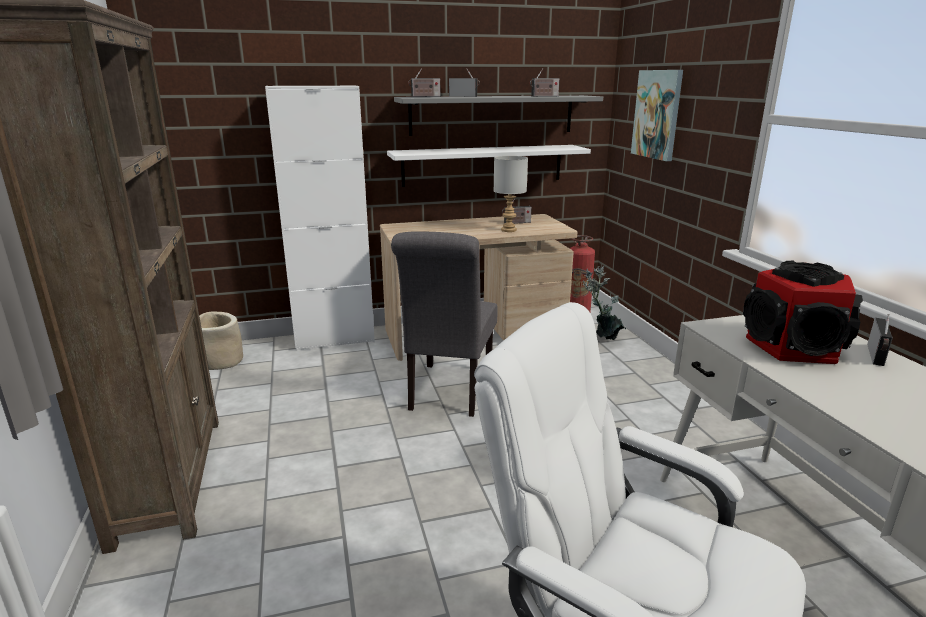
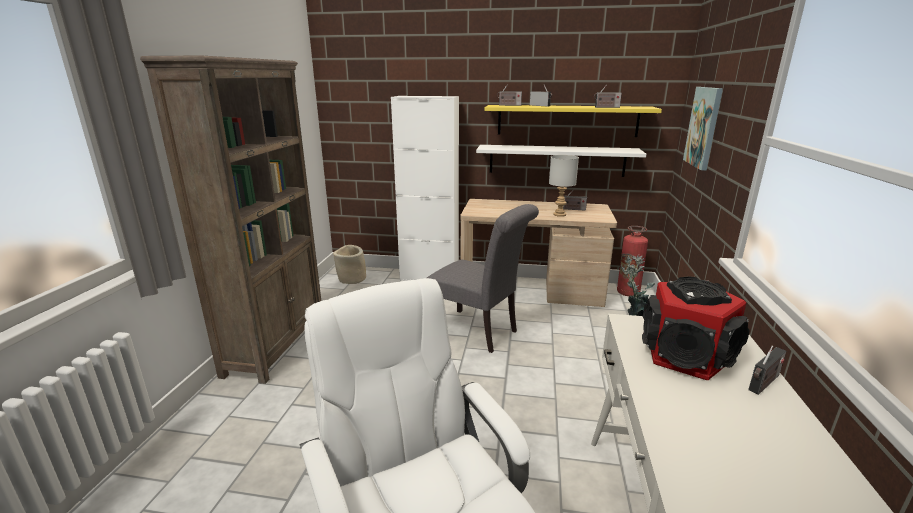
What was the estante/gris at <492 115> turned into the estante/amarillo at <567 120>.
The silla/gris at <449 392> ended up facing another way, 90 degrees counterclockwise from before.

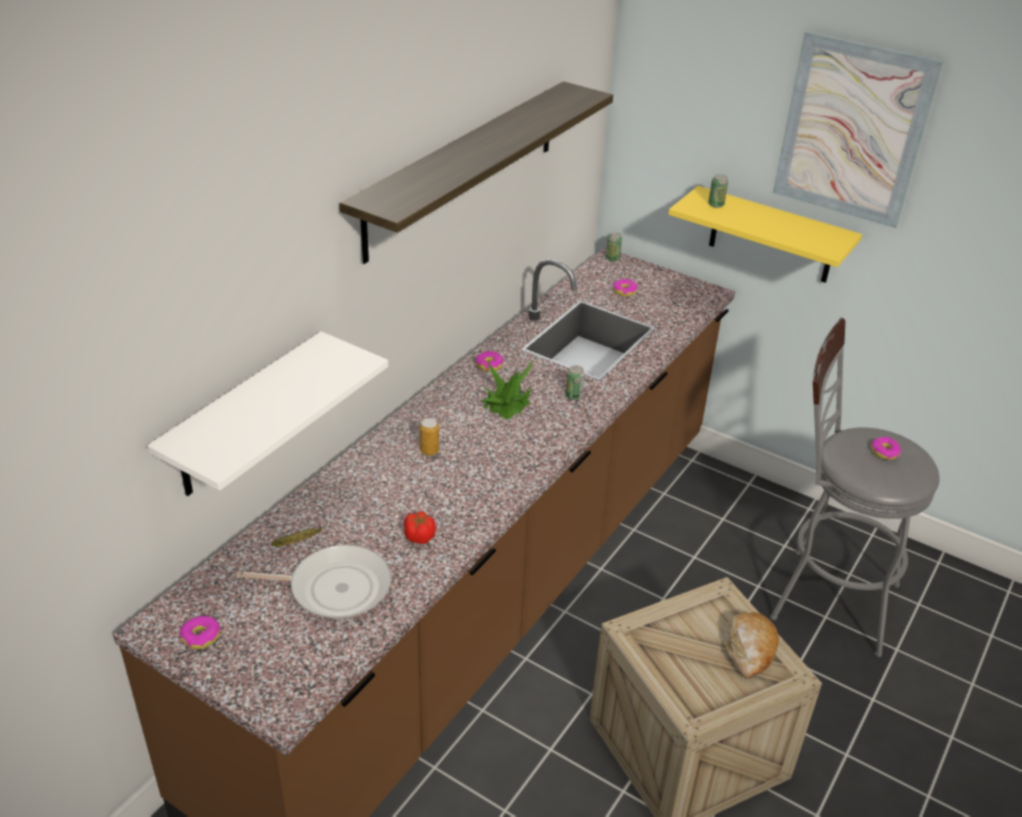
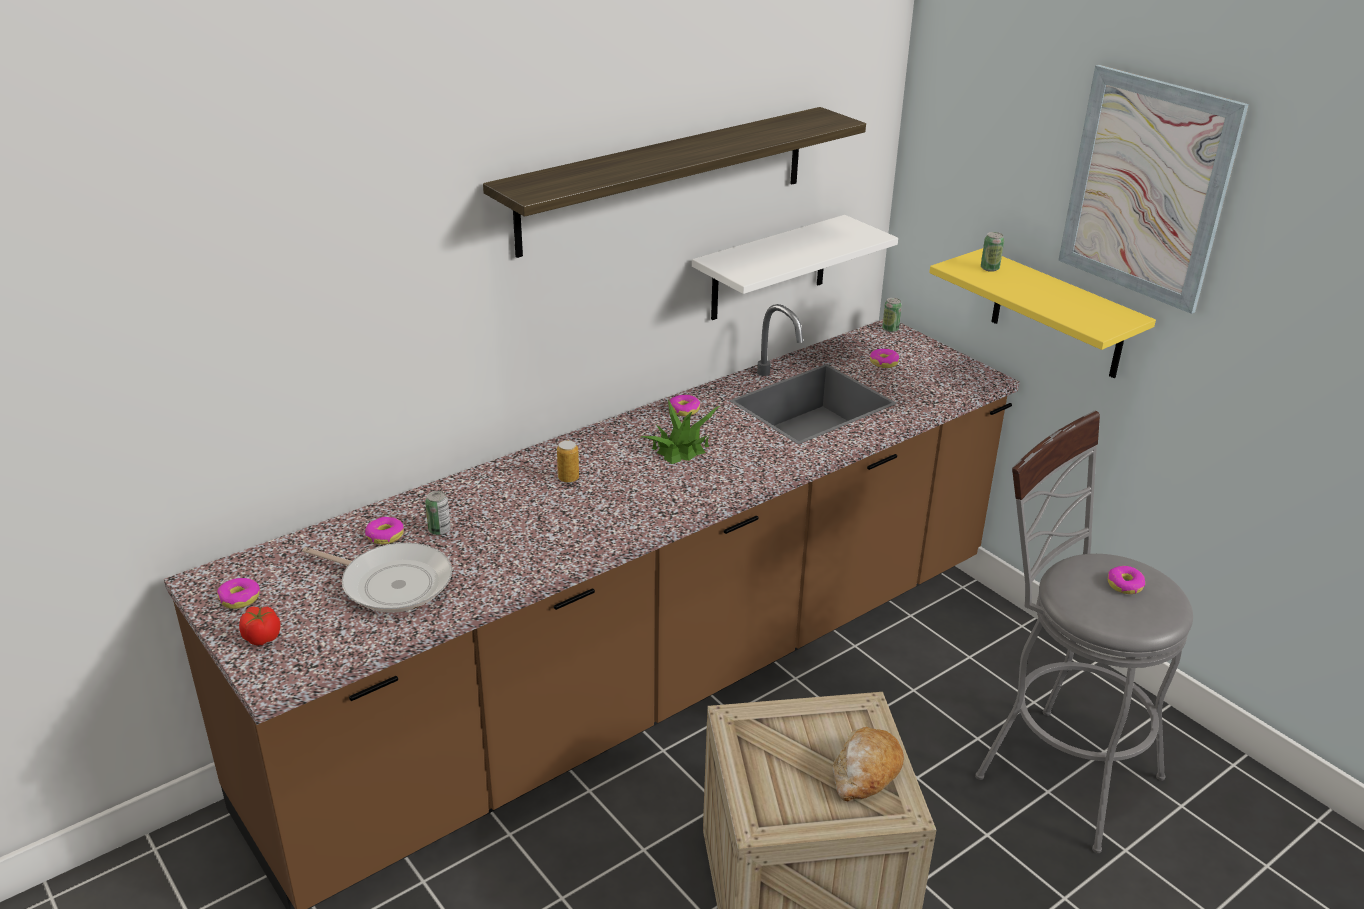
The estante/blanco ended up elsewhere, having gone from <245 417> to <769 268>.
The tomate ended up elsewhere, having gone from <419 536> to <262 637>.
The lata ended up elsewhere, having gone from <573 396> to <439 530>.
Where the plátano stood at <299 542>, the rosquilla came to stand at <385 535>.

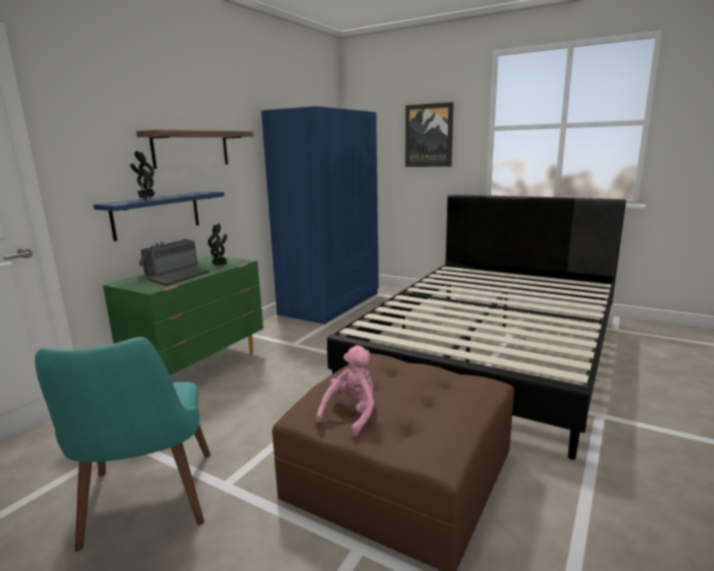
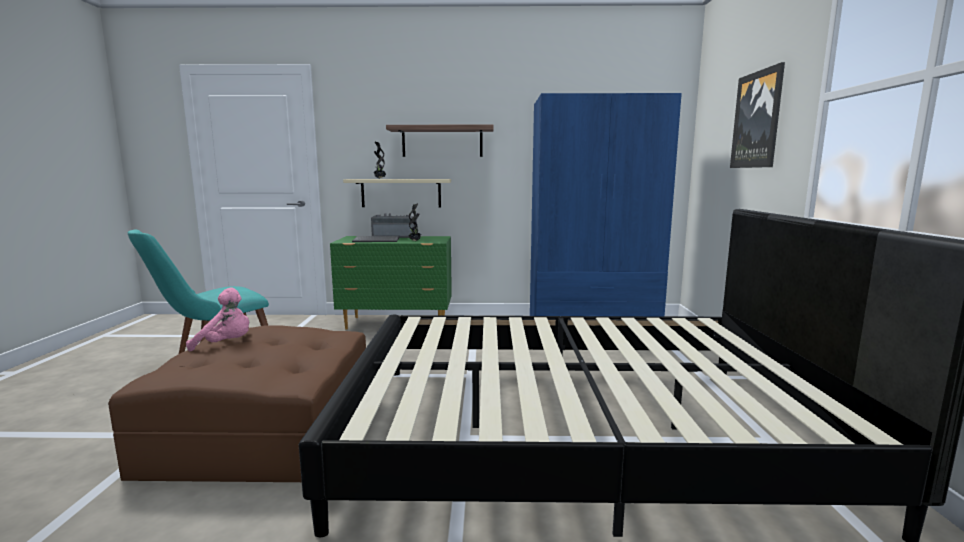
What was the estante/azul at <157 214> turned into the estante/beis at <401 193>.

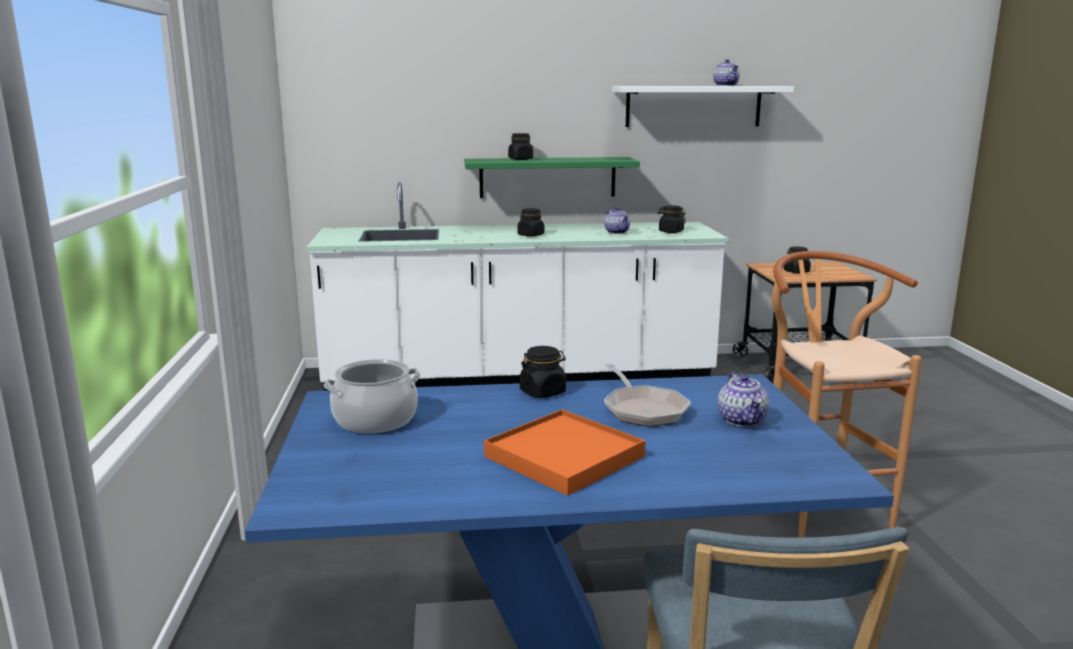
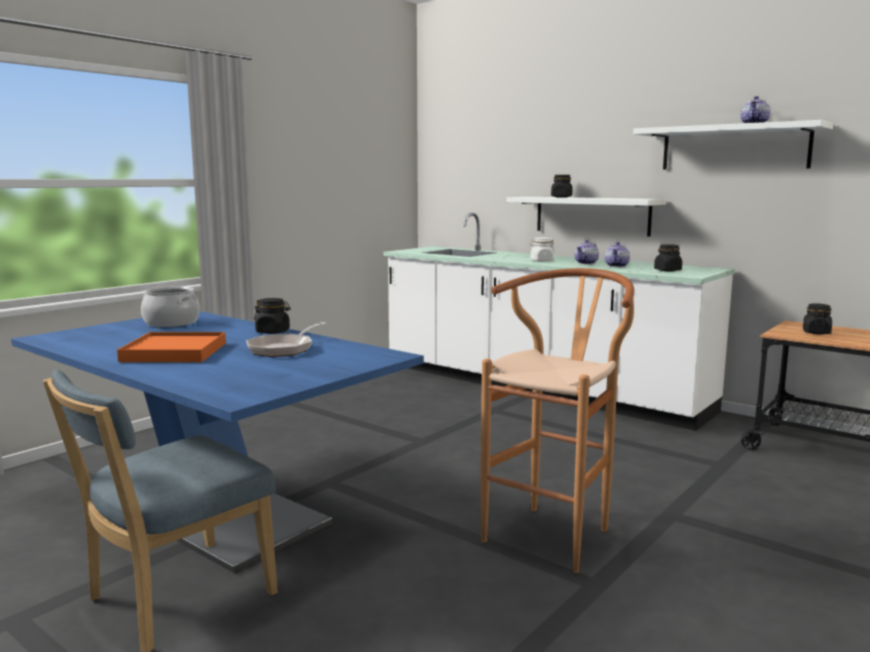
The tetera ended up elsewhere, having gone from <742 420> to <586 263>.
What was the estante/verde at <547 177> turned into the estante/blanco at <592 215>.
What was the tarro/negro at <530 235> turned into the tarro/blanco at <541 261>.

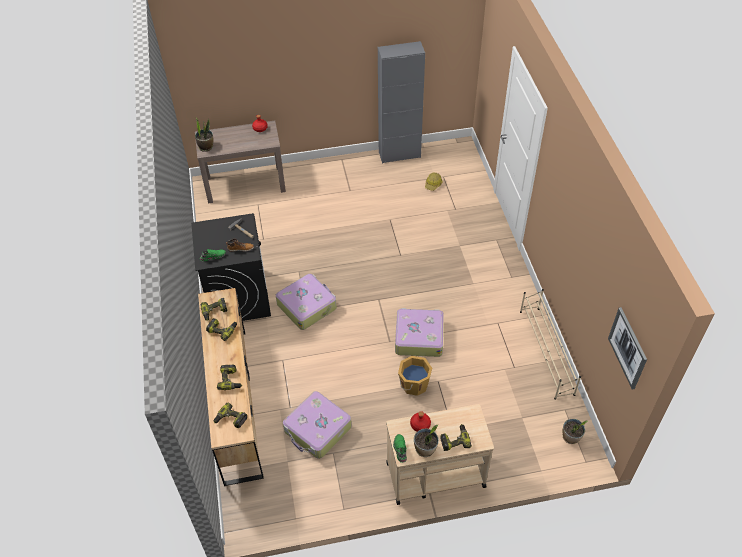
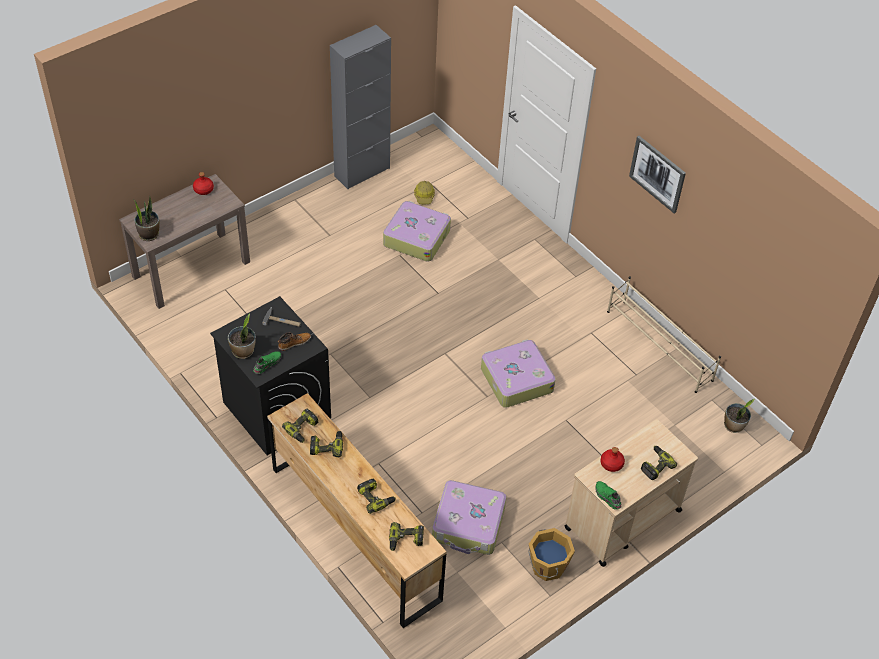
The maleta ended up elsewhere, having gone from <307 306> to <416 237>.
The cubo/naranja ended up elsewhere, having gone from <413 384> to <547 566>.
The planta en maceta ended up elsewhere, having gone from <425 449> to <243 351>.
The cuadro ended up elsewhere, having gone from <628 348> to <657 174>.

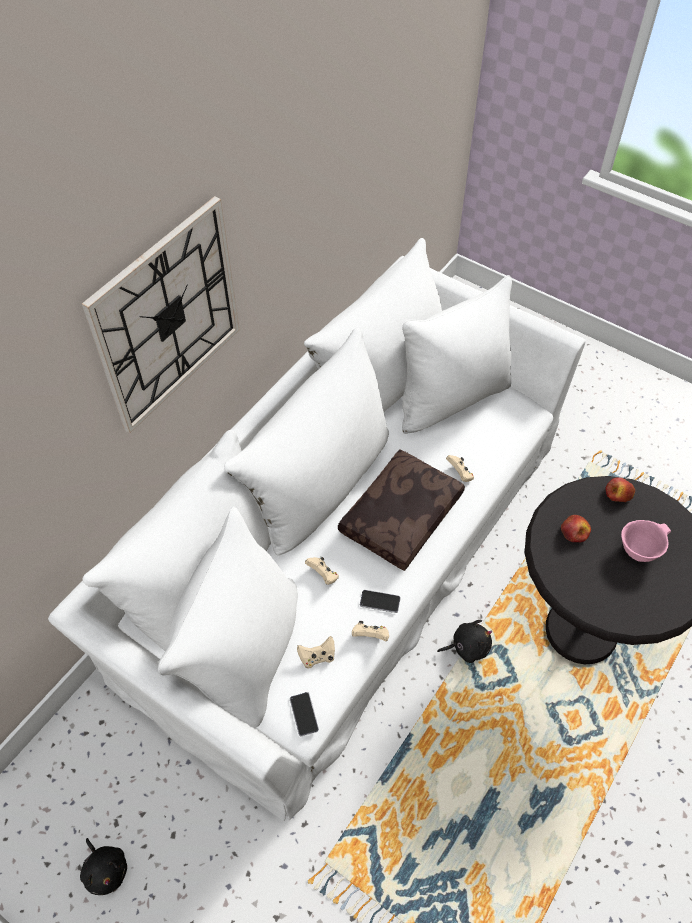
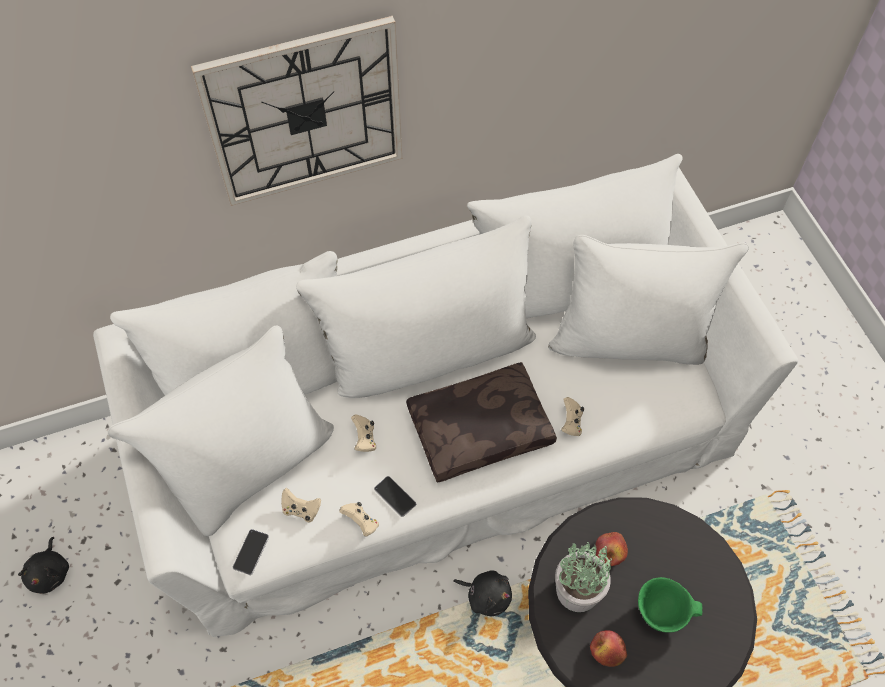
The second view gained the planta en maceta at <578 589>.
The manzana ended up elsewhere, having gone from <618 494> to <607 651>.
What was the cuenco/rosa at <638 550> turned into the cuenco/verde at <661 612>.

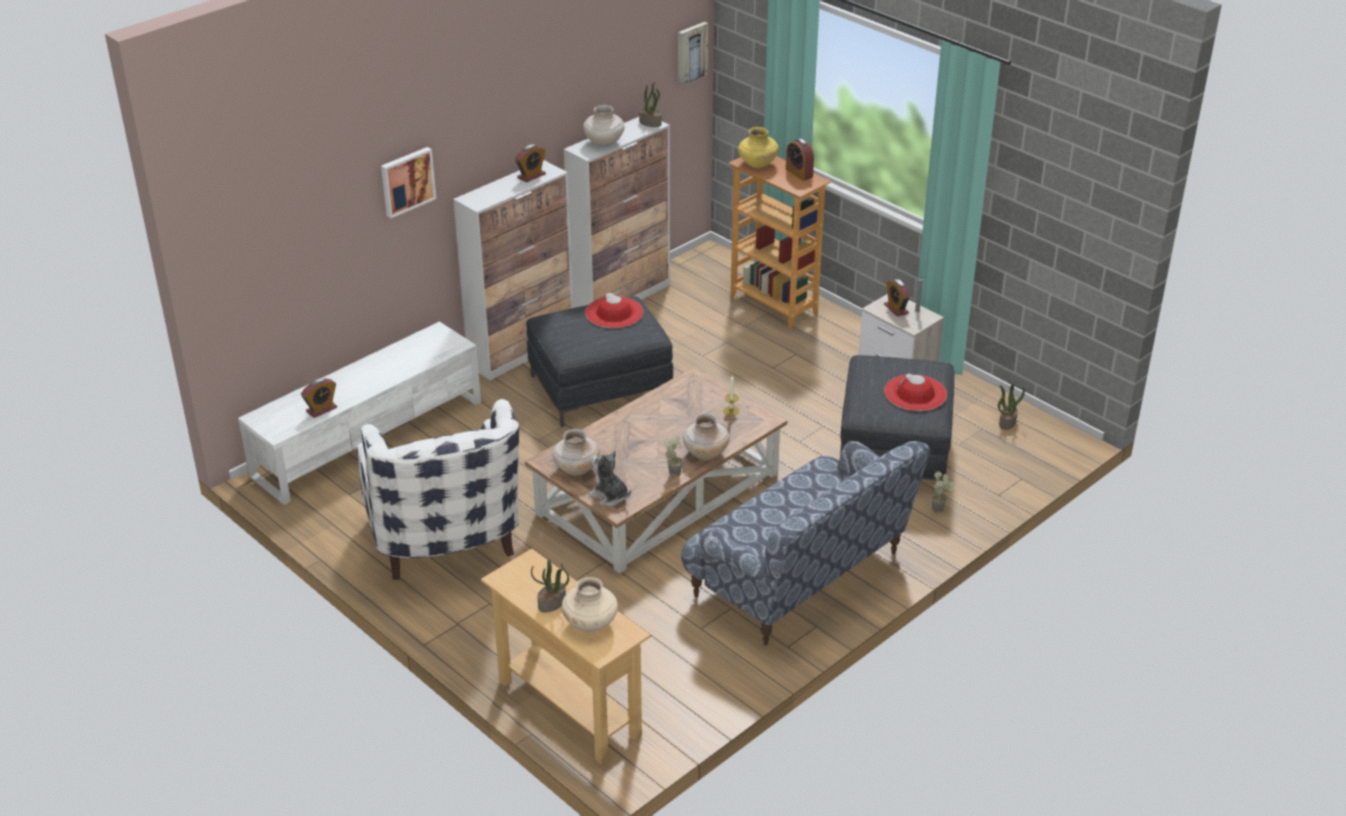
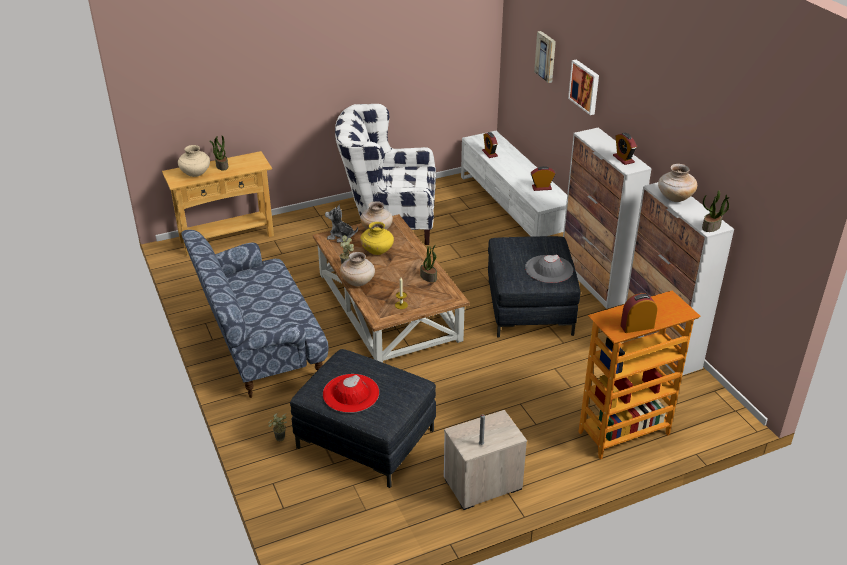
The cuadro ended up elsewhere, having gone from <691 52> to <546 56>.
The florero/amarillo ended up elsewhere, having gone from <757 164> to <377 251>.
The despertador ended up elsewhere, having gone from <896 309> to <541 188>.
The planta en maceta ended up elsewhere, having gone from <1007 422> to <429 277>.
What was the sombrero/rojo at <614 313> turned into the sombrero/gris at <549 269>.
The peluche at <609 496> ended up facing another way, 135 degrees counterclockwise from before.

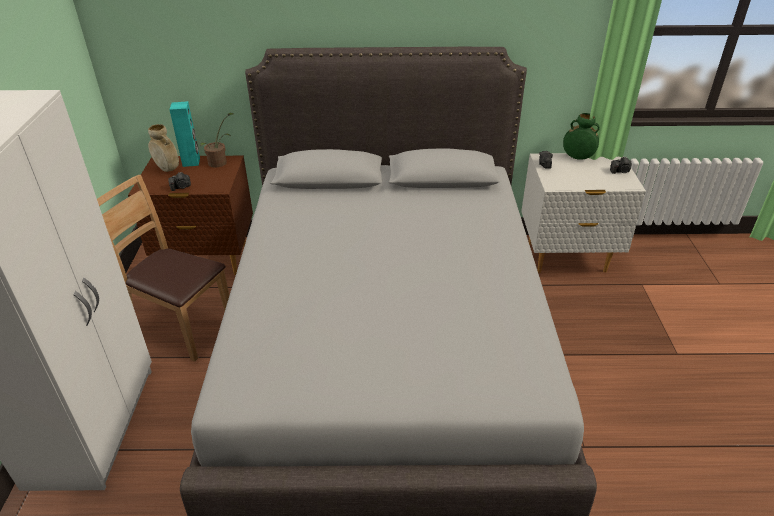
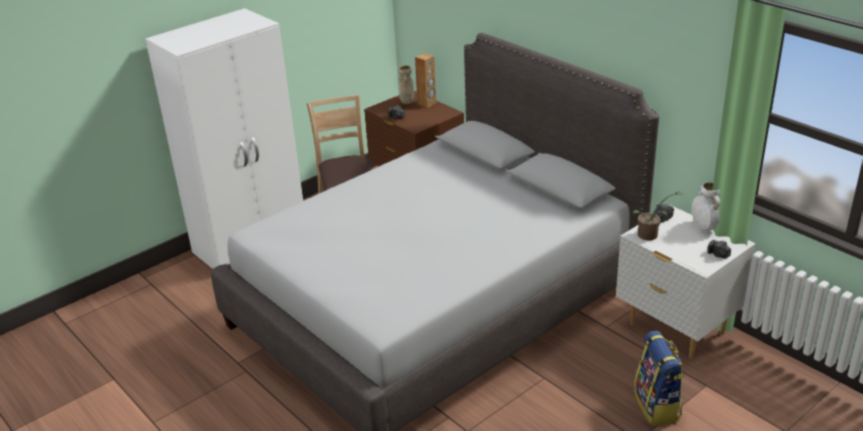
The second view gained the mochila at <657 406>.
The planta en maceta ended up elsewhere, having gone from <220 162> to <651 235>.
What was the altavoz/turquesa at <191 162> turned into the altavoz/marrón at <427 103>.
What was the florero/verde at <577 157> turned into the florero/blanco at <704 227>.

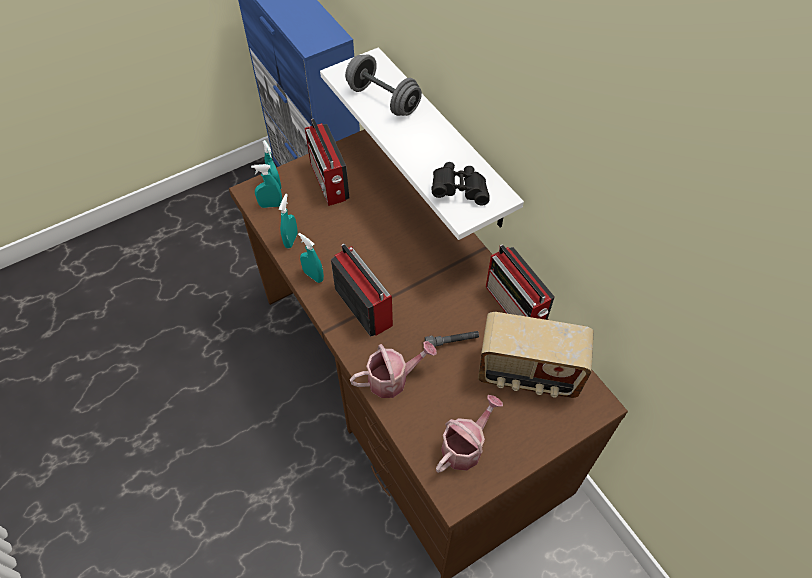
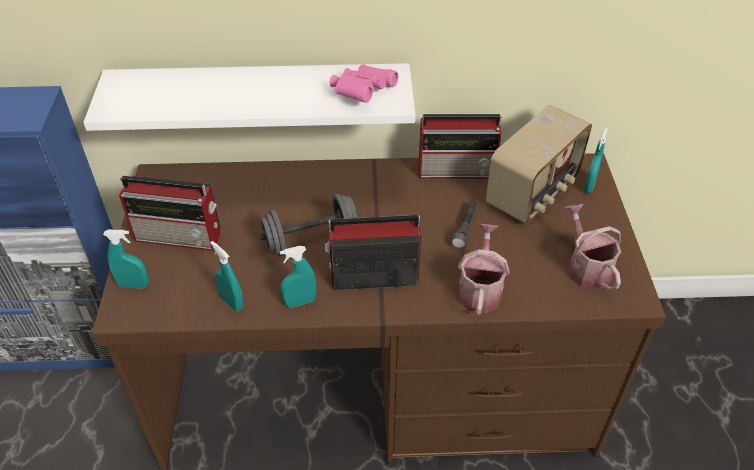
The pulverizador/turquesa ended up elsewhere, having gone from <271 205> to <589 186>.
The mancuerna/gris ended up elsewhere, having gone from <383 100> to <311 240>.
What was the prismáticos/negro at <459 191> turned into the prismáticos/rosa at <362 93>.

